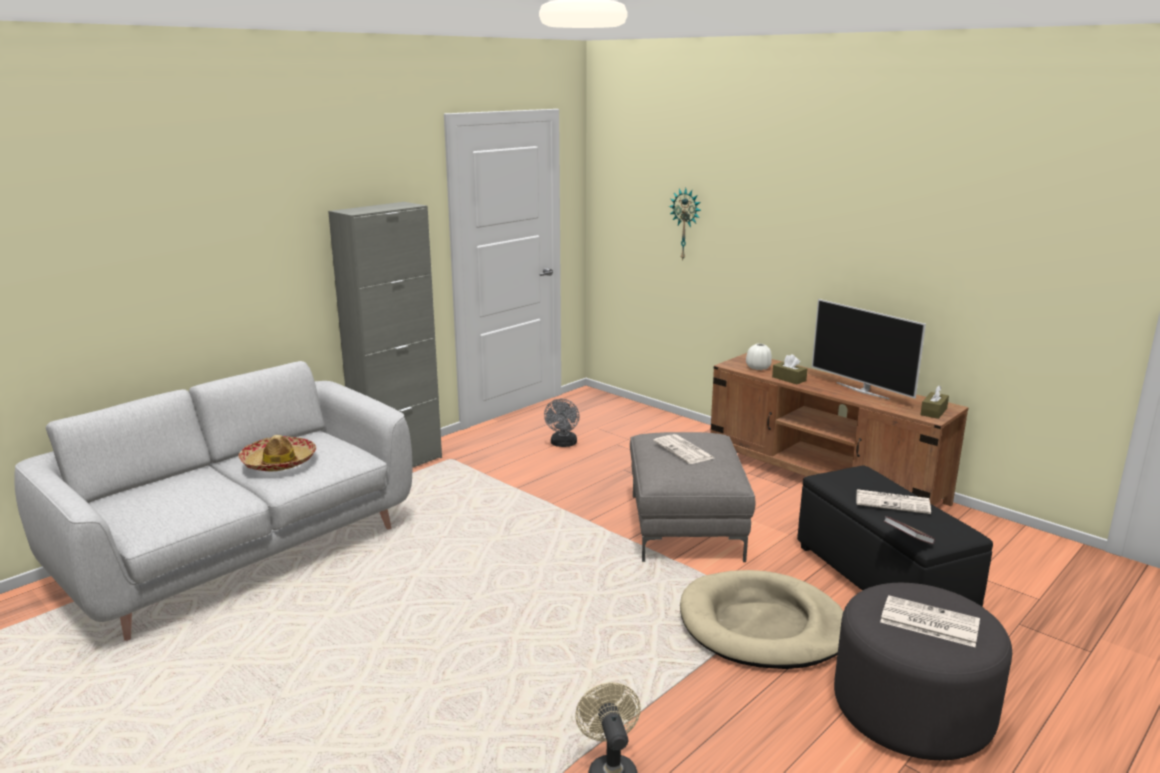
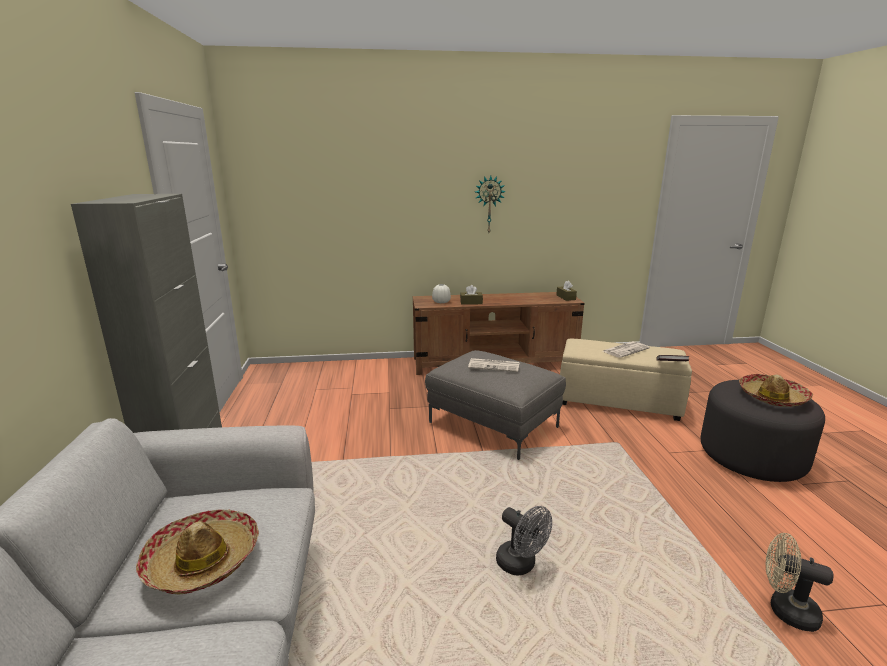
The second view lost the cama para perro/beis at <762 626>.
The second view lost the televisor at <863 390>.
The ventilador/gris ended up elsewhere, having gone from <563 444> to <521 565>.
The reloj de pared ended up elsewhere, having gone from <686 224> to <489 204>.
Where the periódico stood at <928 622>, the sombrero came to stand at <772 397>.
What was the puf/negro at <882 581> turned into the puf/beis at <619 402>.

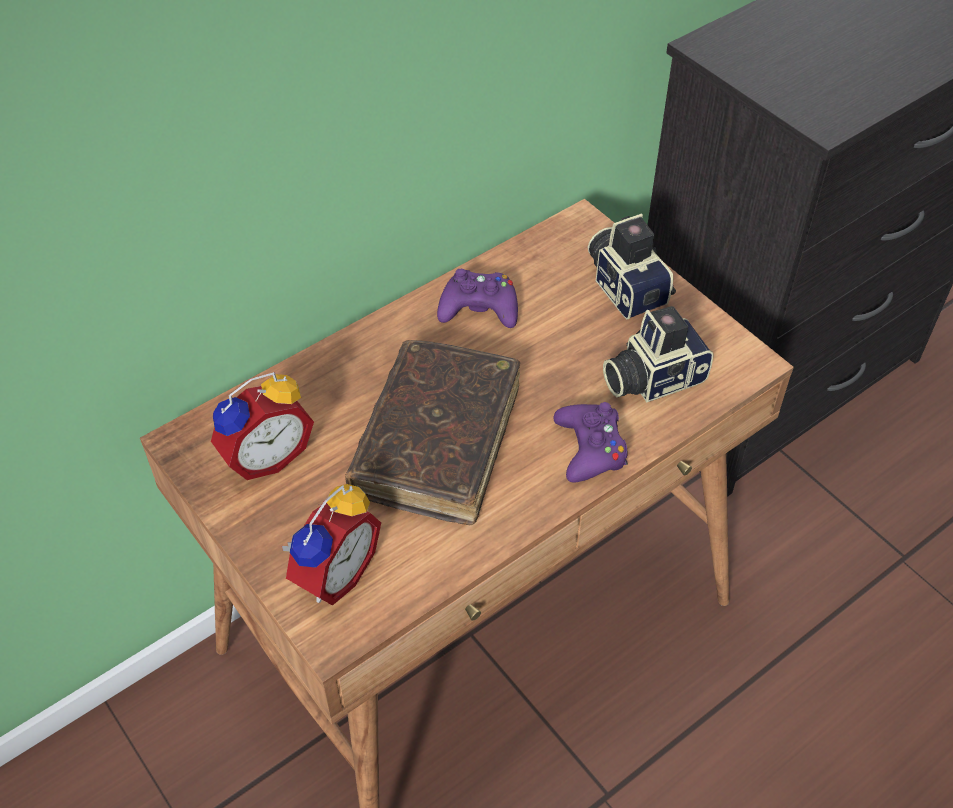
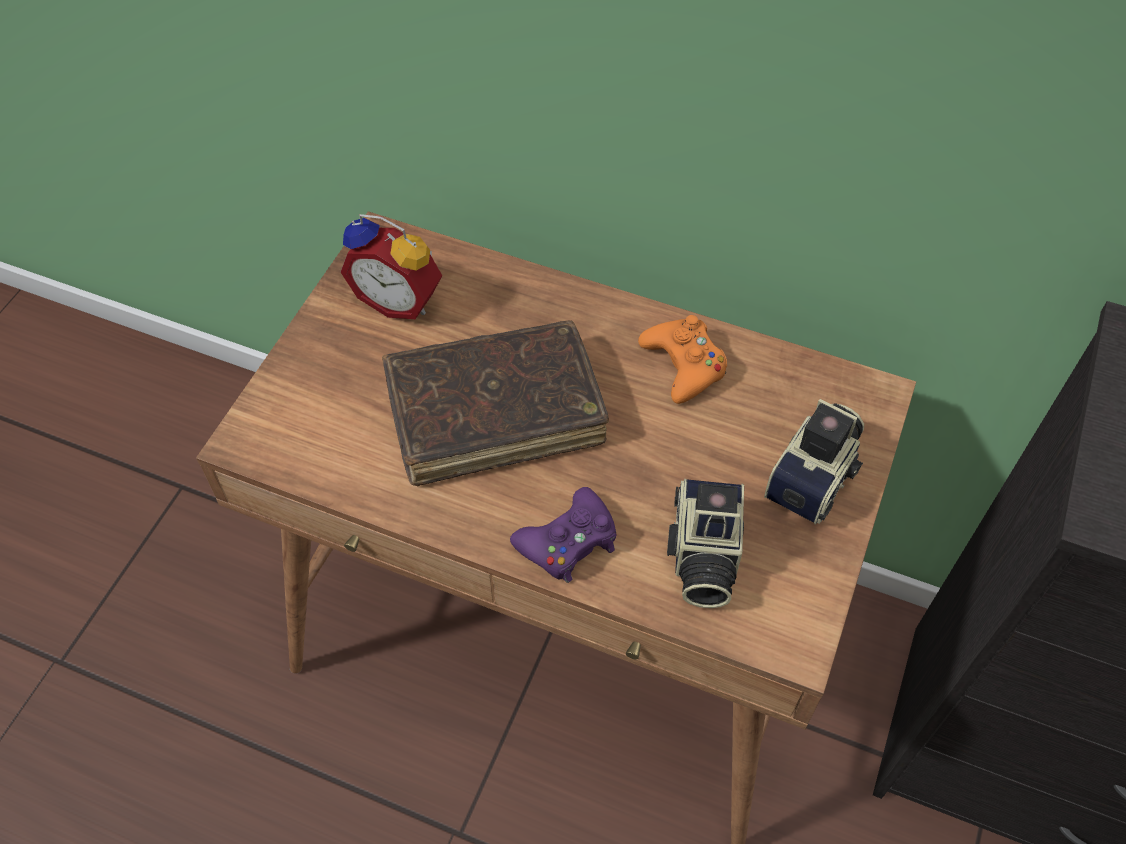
The second view lost the despertador at <332 573>.
What was the mando de consola/morado at <479 308> turned into the mando de consola/naranja at <684 365>.
The cámara at <652 377> ended up facing another way, 120 degrees counterclockwise from before.

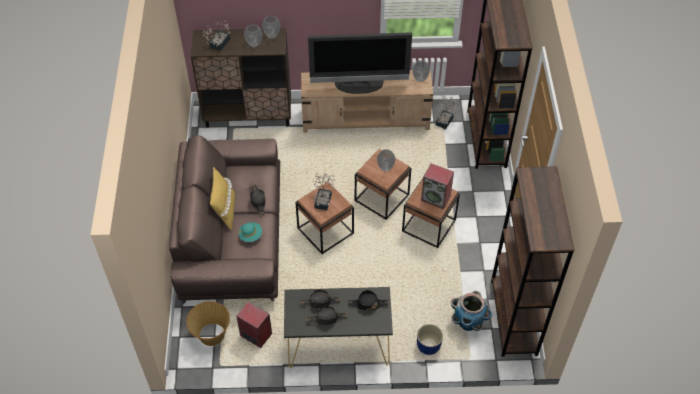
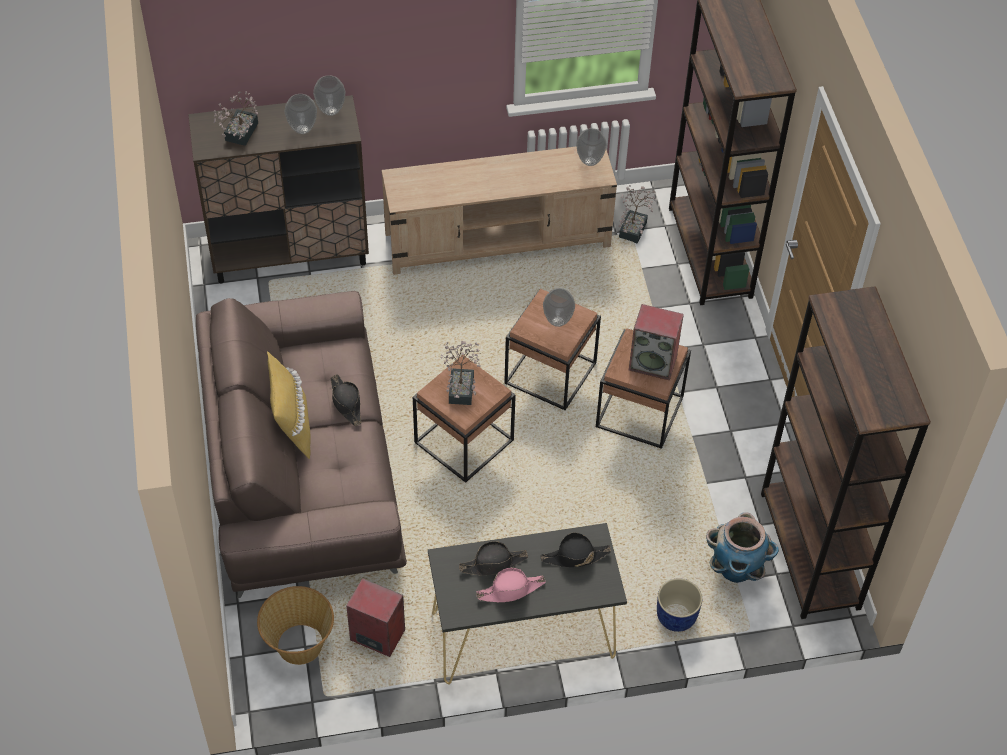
The second view lost the sombrero/turquesa at <250 235>.
The second view lost the televisor at <359 85>.
What was the sombrero/negro at <327 318> turned into the sombrero/rosa at <511 590>.

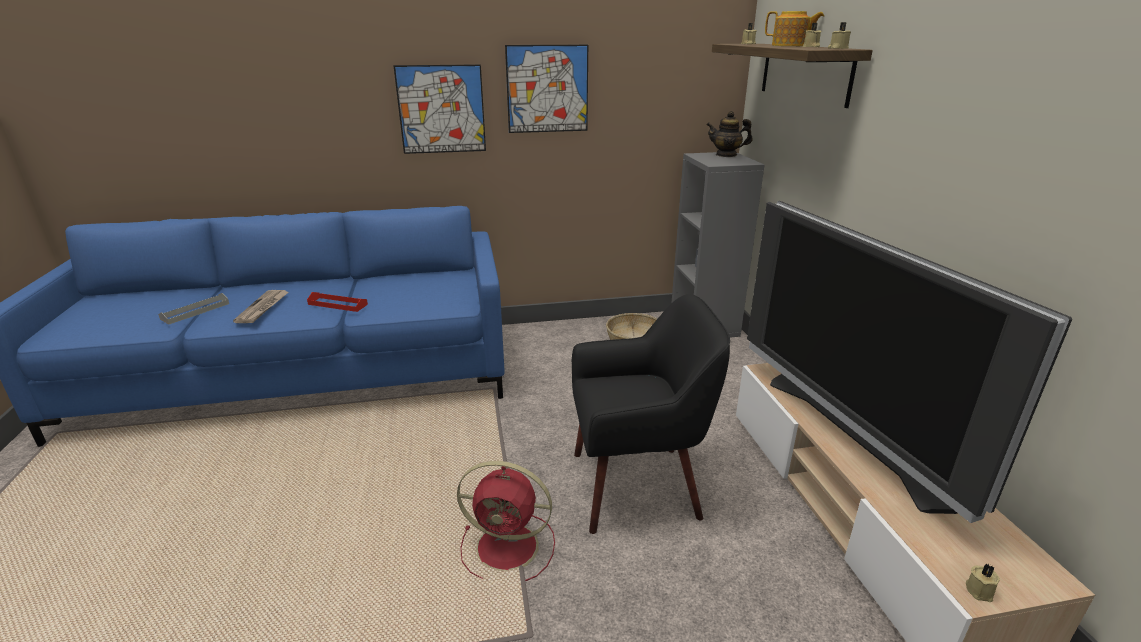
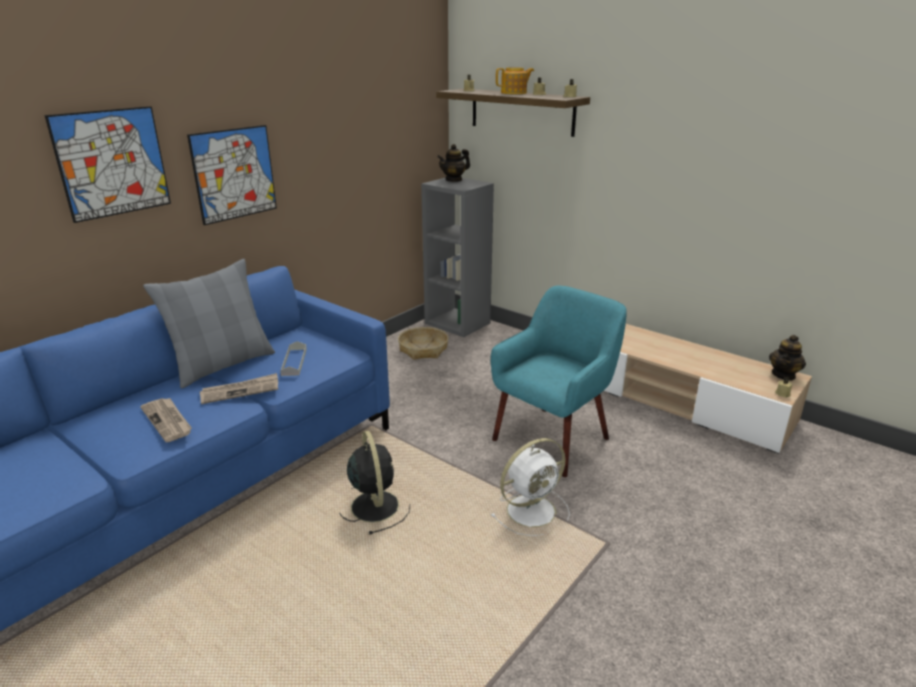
The second view lost the televisor at <851 435>.
The second view gained the cojín/gris at <222 365>.
The second view gained the ventilador/negro at <374 505>.
The second view gained the tetera at <784 375>.
The bandeja/gris ended up elsewhere, having gone from <195 311> to <294 362>.
The cuadro ended up elsewhere, having gone from <547 89> to <112 163>.
Where the bandeja/rojo stood at <338 304>, the periódico came to stand at <240 391>.
What was the ventilador/rojo at <510 547> turned into the ventilador/blanco at <533 510>.
What was the sillón/negro at <636 485> turned into the sillón/turquesa at <553 439>.

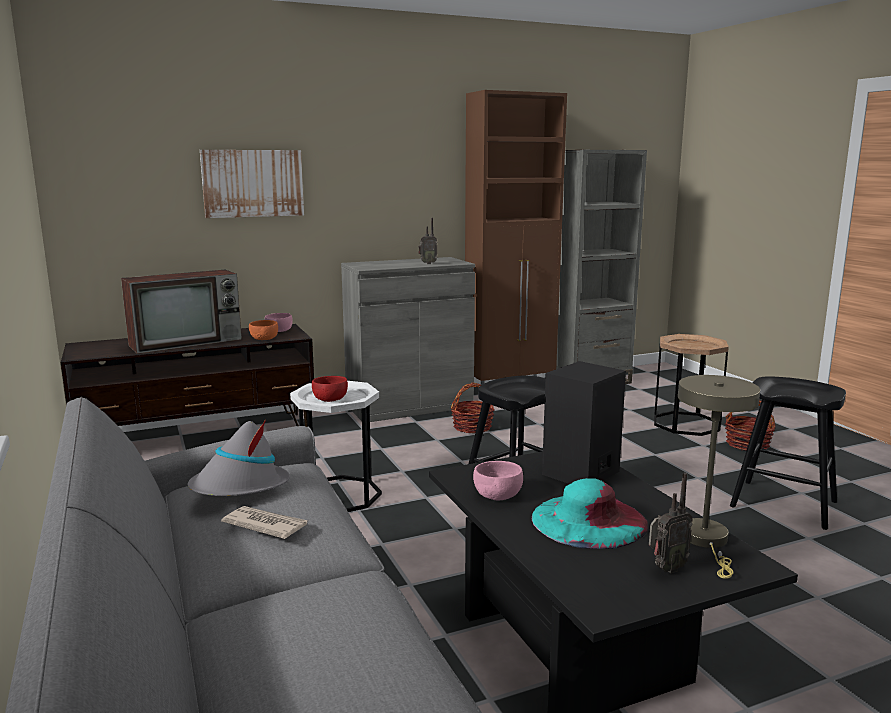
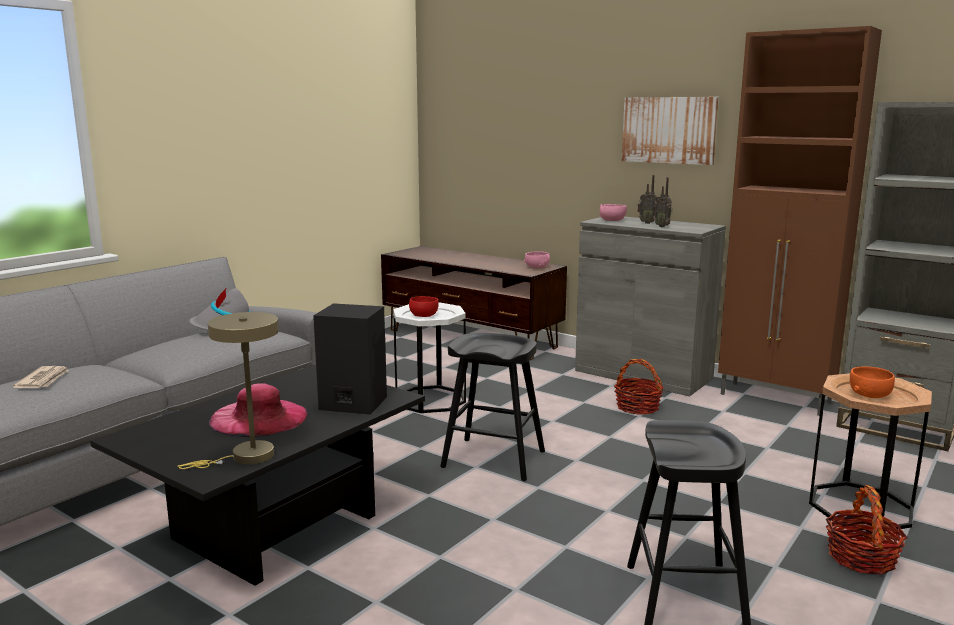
The second view lost the televisor at <188 342>.
The cuadro ended up elsewhere, having gone from <253 183> to <669 130>.
The periódico ended up elsewhere, having gone from <265 525> to <44 380>.
The cuenco/naranja ended up elsewhere, having gone from <264 338> to <869 394>.
The cuenco/rosa ended up elsewhere, having gone from <498 494> to <612 220>.
The radio ended up elsewhere, having gone from <665 569> to <647 223>.
What was the sombrero/turquesa at <589 520> turned into the sombrero/rosa at <259 417>.

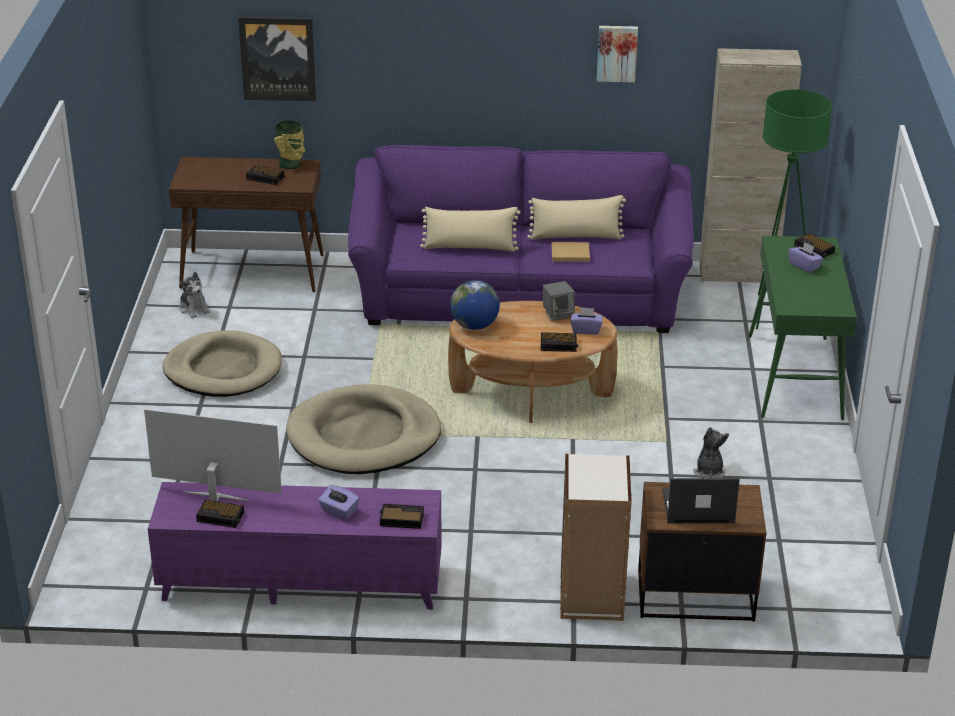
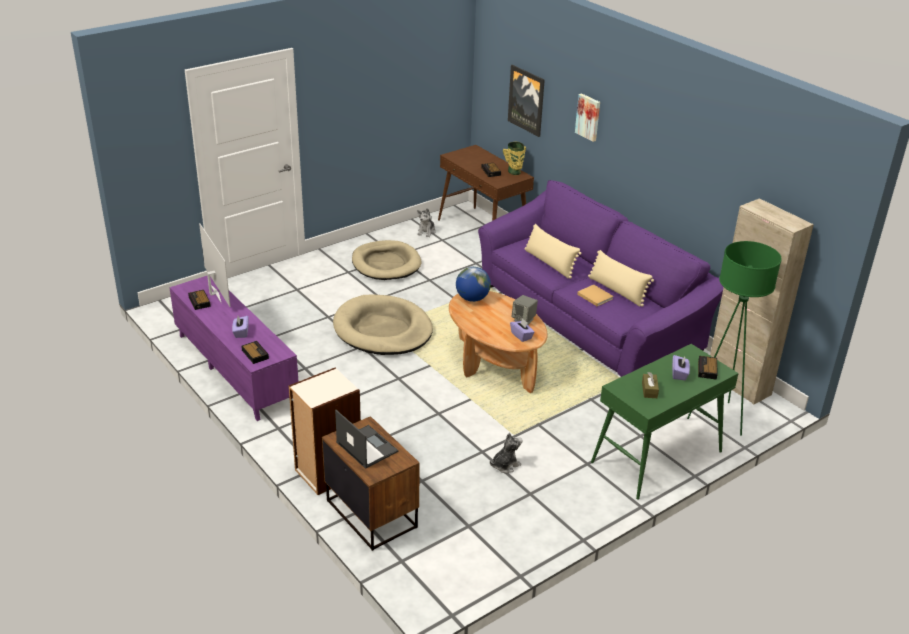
The second view lost the despertador at <559 345>.
The second view gained the caja de pañuelos/marrón at <649 390>.
The cuadro ended up elsewhere, having gone from <617 53> to <588 117>.

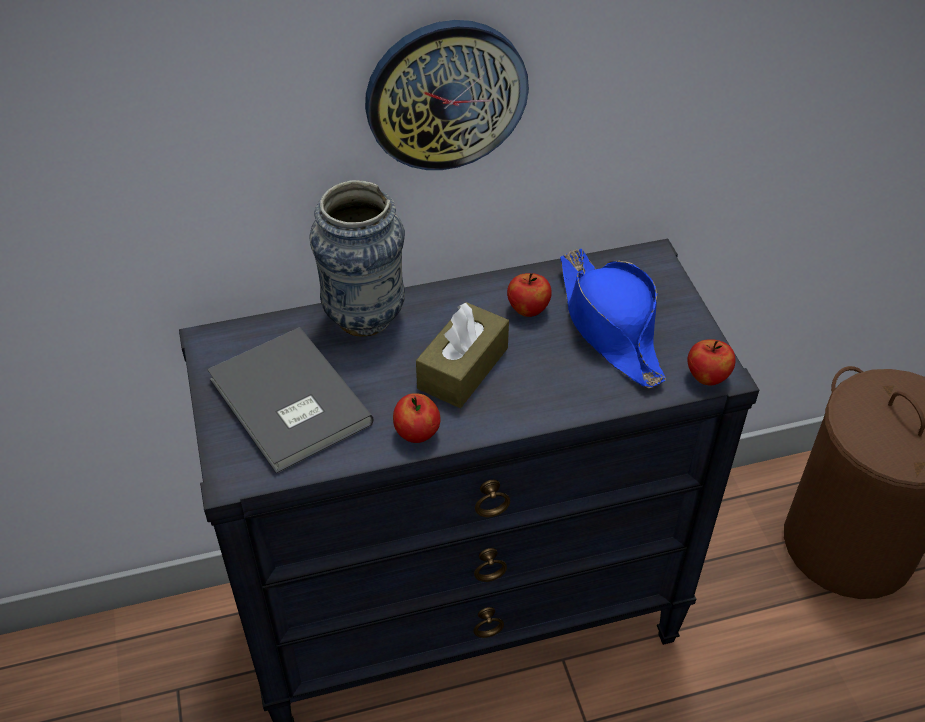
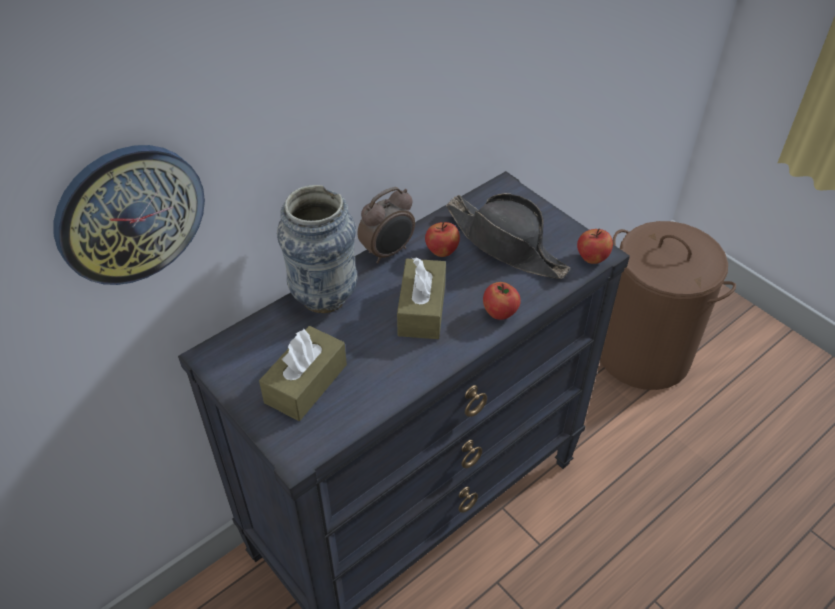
The second view gained the despertador at <388 252>.
The reloj de pared ended up elsewhere, having gone from <446 95> to <130 214>.
The manzana ended up elsewhere, having gone from <417 434> to <500 313>.
Where the libro/gris stood at <287 405>, the caja de pañuelos/marrón came to stand at <306 383>.
What was the sombrero/azul at <610 326> turned into the sombrero/negro at <506 244>.

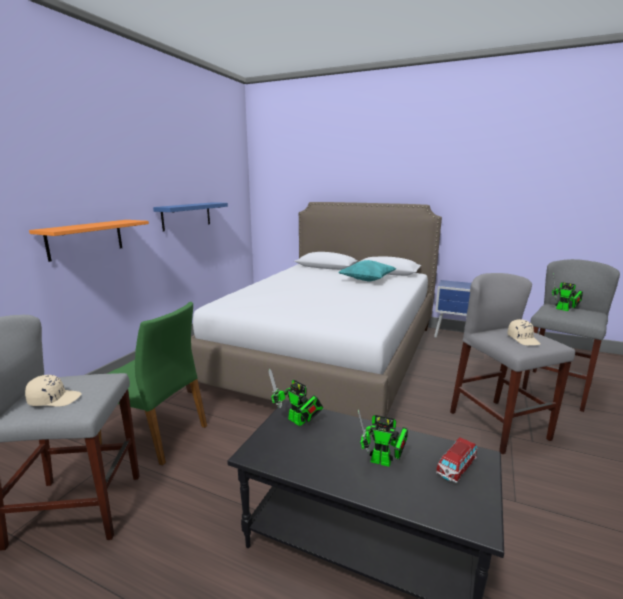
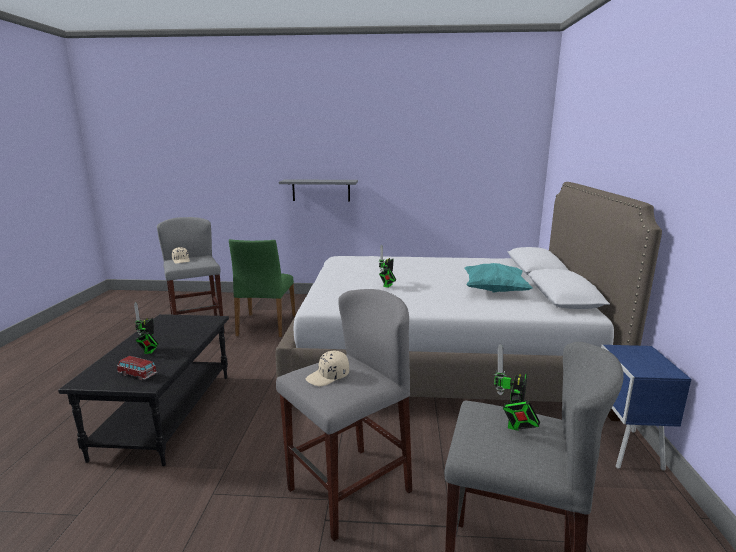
The second view lost the estante/azul at <186 216>.
The robot de juguete ended up elsewhere, having gone from <298 422> to <387 286>.
What was the estante/naranja at <85 239> turned into the estante/gris at <321 190>.

